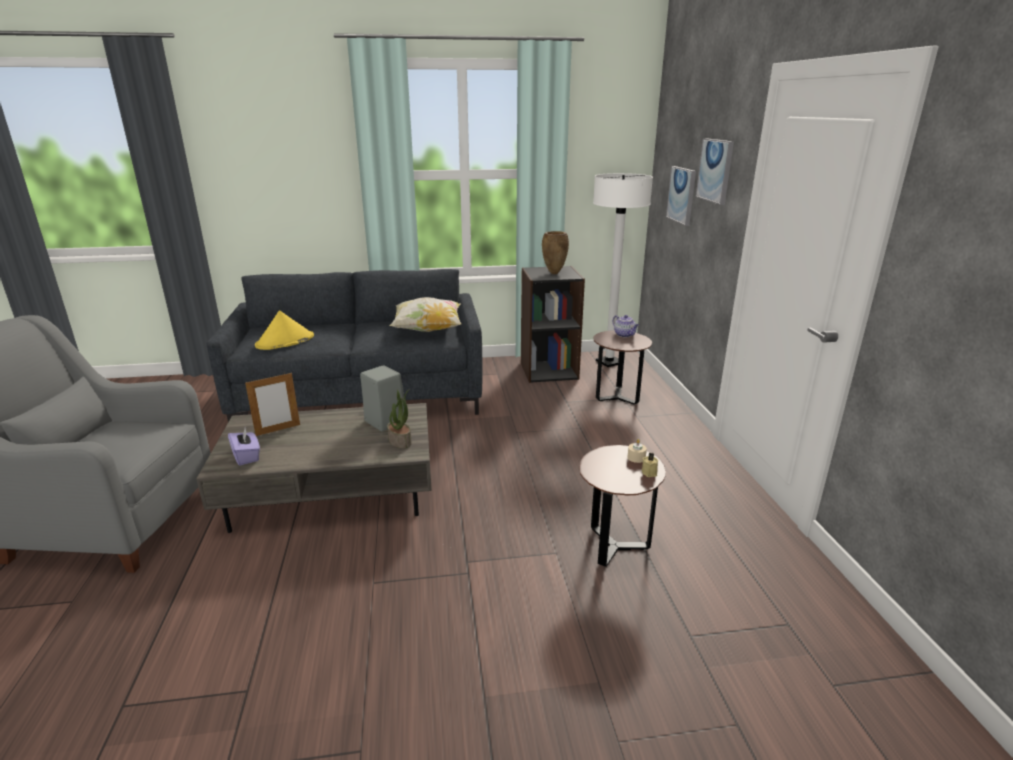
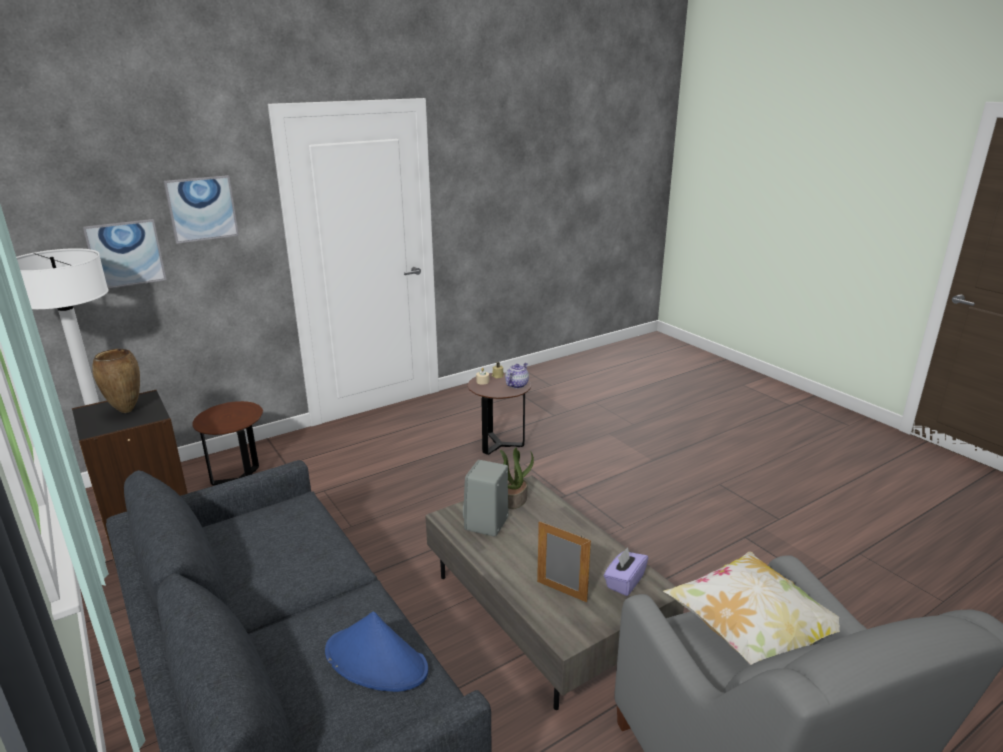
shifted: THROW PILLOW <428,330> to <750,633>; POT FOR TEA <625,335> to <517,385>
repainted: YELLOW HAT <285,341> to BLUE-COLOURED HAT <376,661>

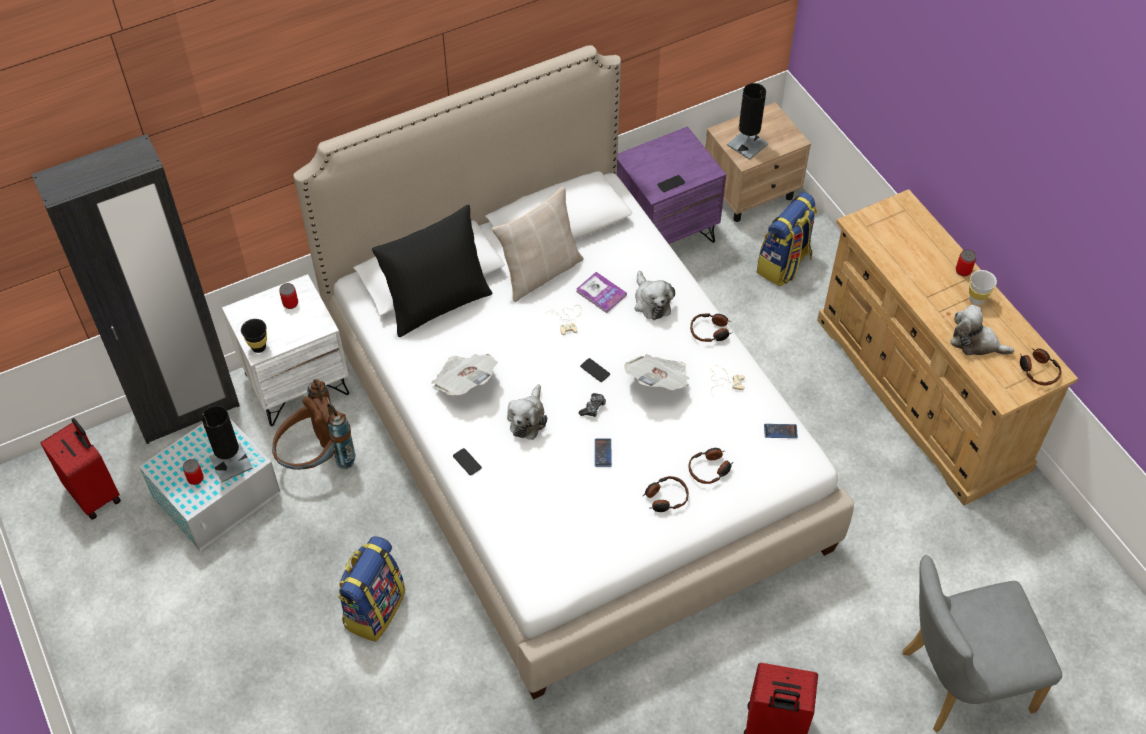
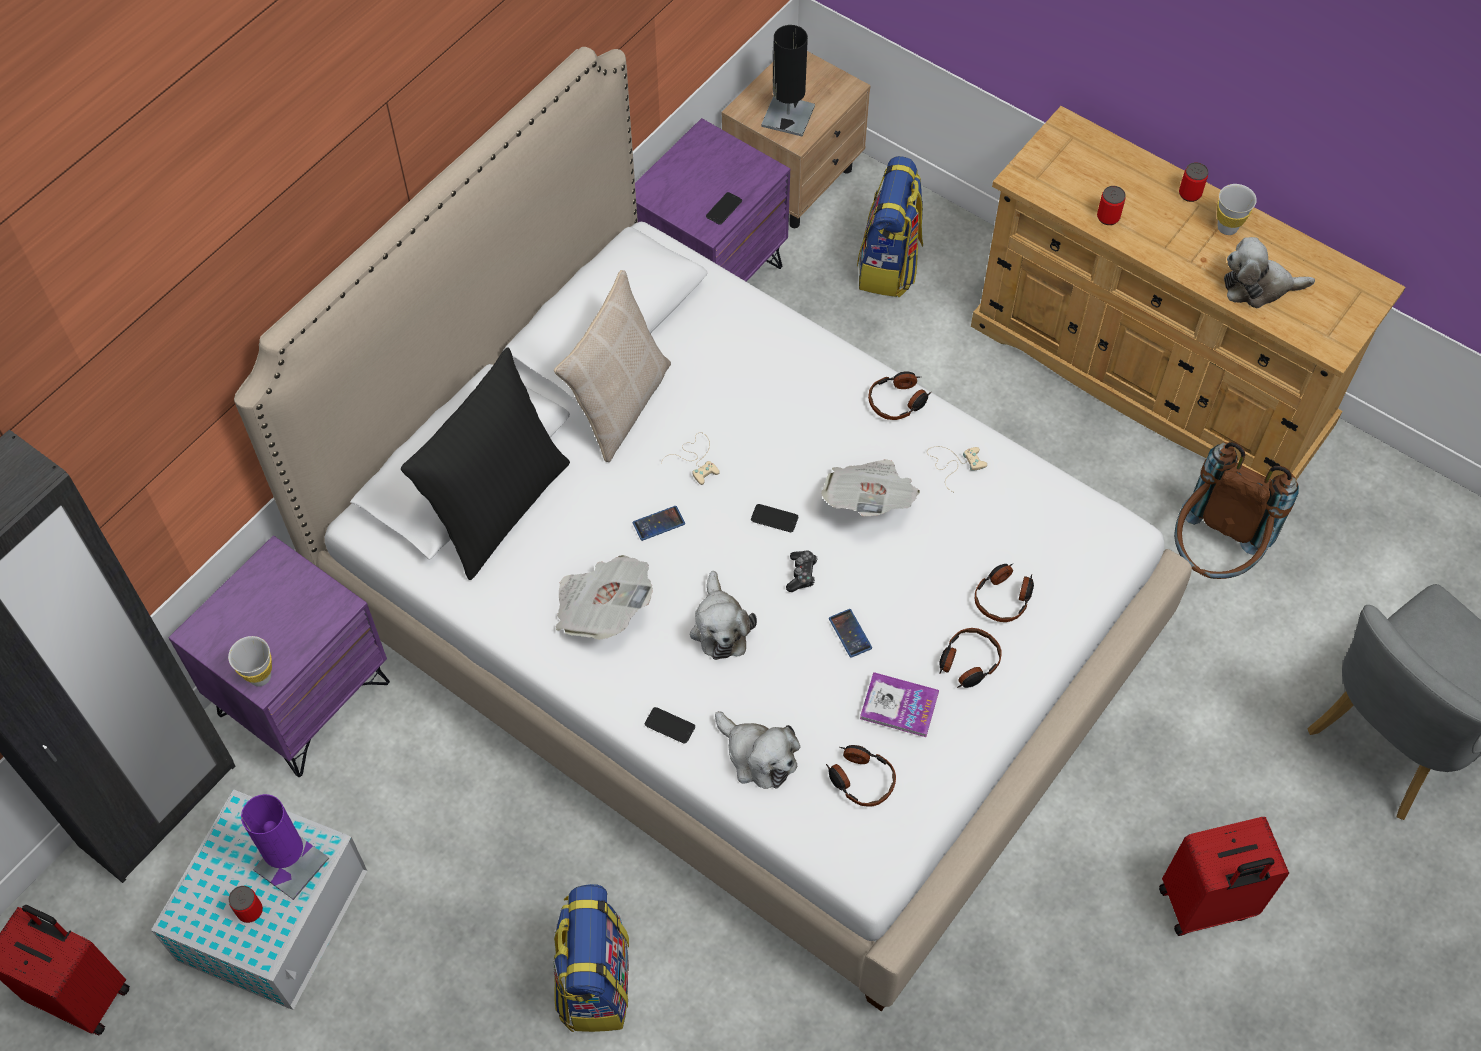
shifted: BROWN-COLOURED BACKPACK <316,460> to <1212,557>; SEALED CAN <290,303> to <1108,217>; BOUND BOOK <601,293> to <899,706>; SOFT TOY <651,302> to <758,756>; HANDSET <780,431> to <658,523>; PAIR OF HEADPHONES <1038,370> to <860,779>
repainted: BLACK TABLETOP LAMP <231,463> to PURPLISH TABLETOP LAMP <291,864>; WHITISH NIGHT TABLE <296,383> to PURPLISH NIGHT TABLE <303,697>; BLACK SMALL CUP <259,347> to WHITISH SMALL CUP <260,676>

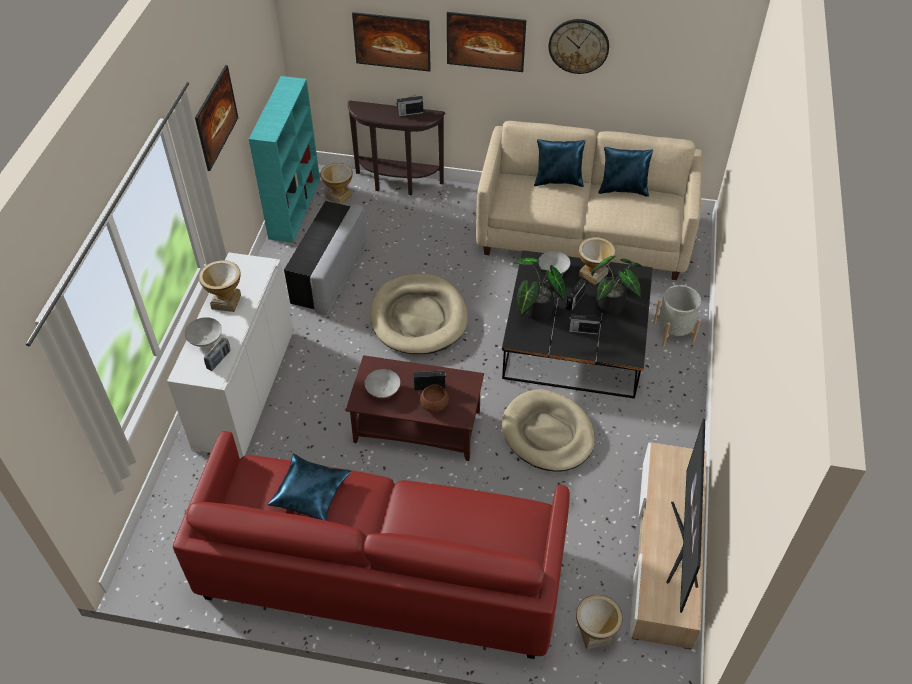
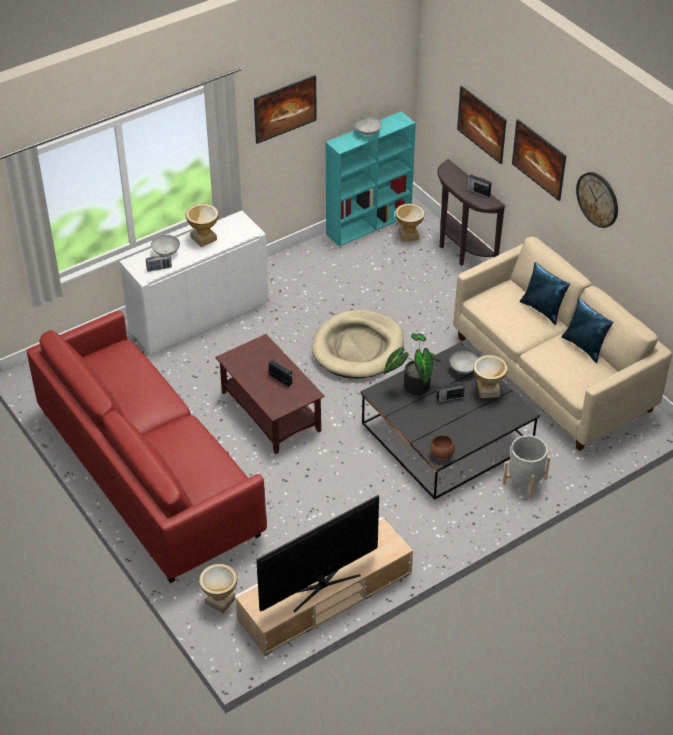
gone: BLUE-COLOURED THROW PILLOW <309,492>; GRAY POUFFE <329,273>; BEIGE DOG CUSHION <547,433>; RADIO <583,330>; PLANT IN A POT <613,304>
shifted: GRAY DEEP DISH <382,390> to <367,132>; BROWN-COLOURED DEEP DISH <434,405> to <441,453>

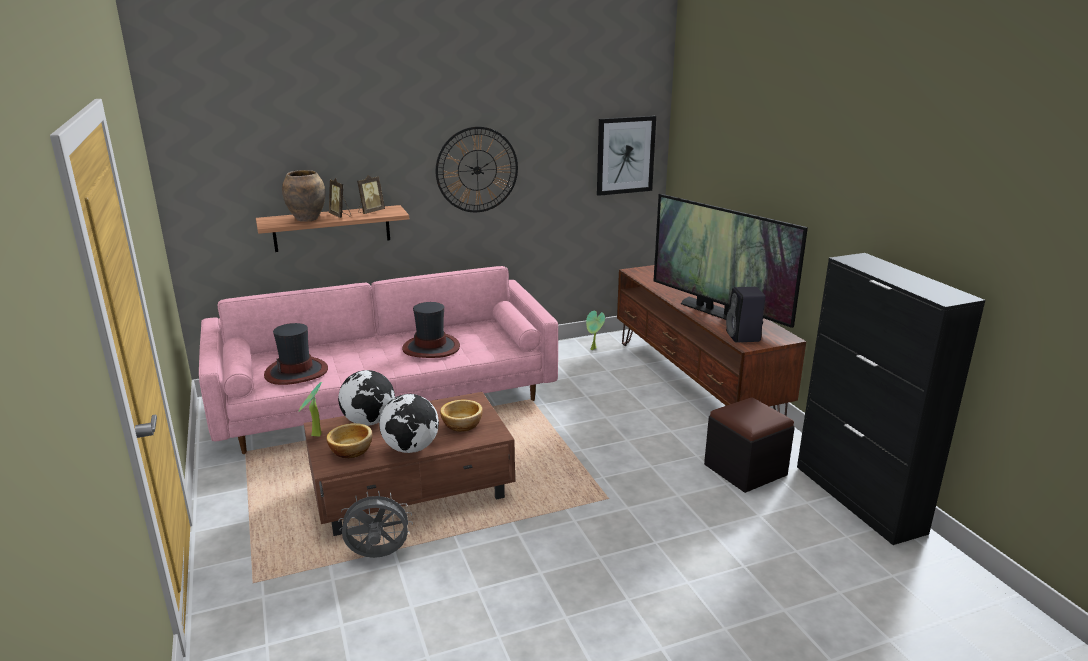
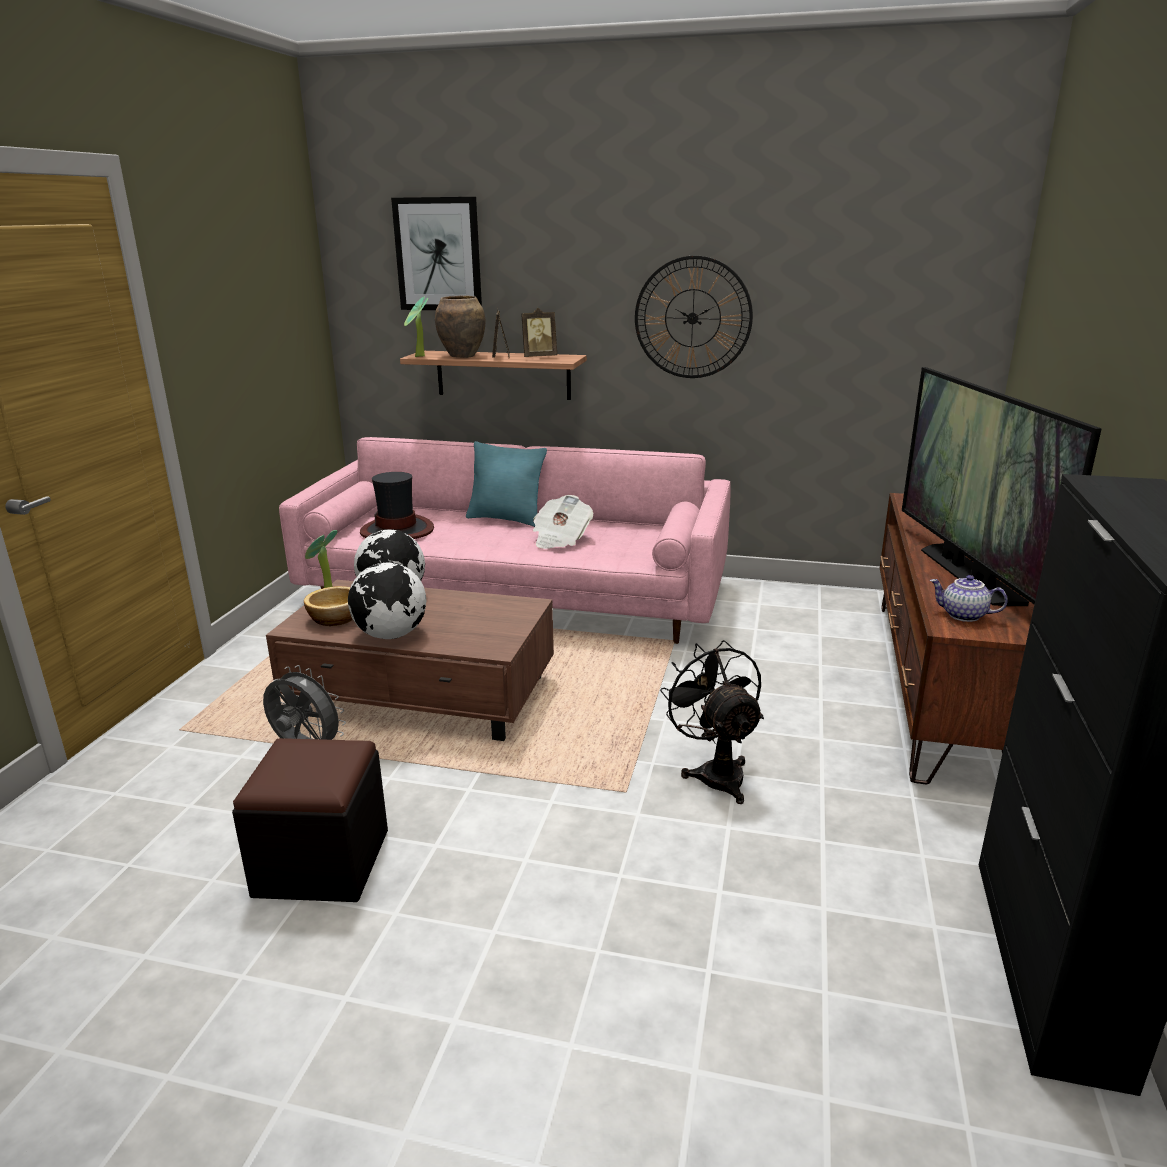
gone: DEEP DISH <463,424>
new: TURQUOISE THROW PILLOW <506,519>; BLACK FAN <715,772>
shifted: PLANT IN A POT <594,349> to <419,356>; WALL ART <625,155> to <438,254>; BLACK POUFFE <745,470> to <322,863>
swapped: HAT <431,347> to NEWSPAPER <560,539>; BLACK AUDIO SPEAKER <743,337> to POT FOR TEA <963,616>

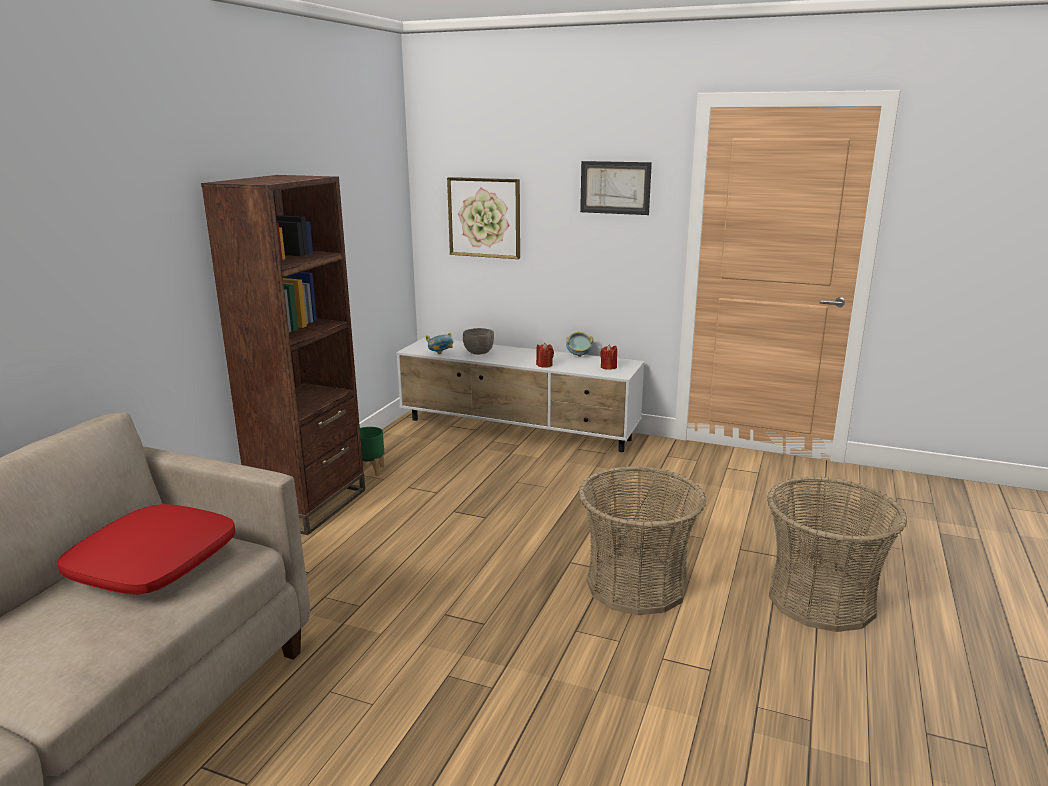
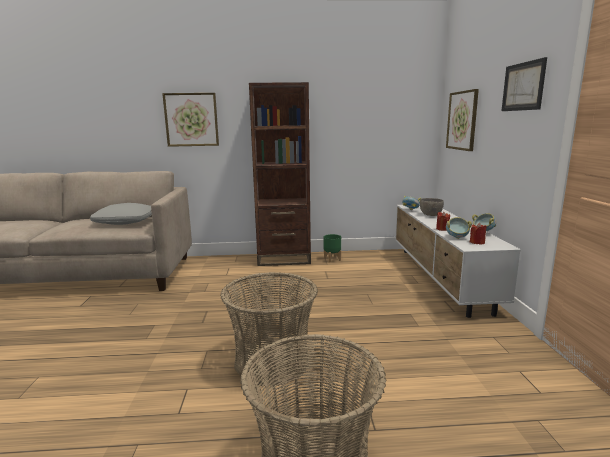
new: WALL ART <191,119>; DEEP DISH <456,238>
repainted: RED-COLOURED THROW PILLOW <153,563> to GRAY THROW PILLOW <125,221>

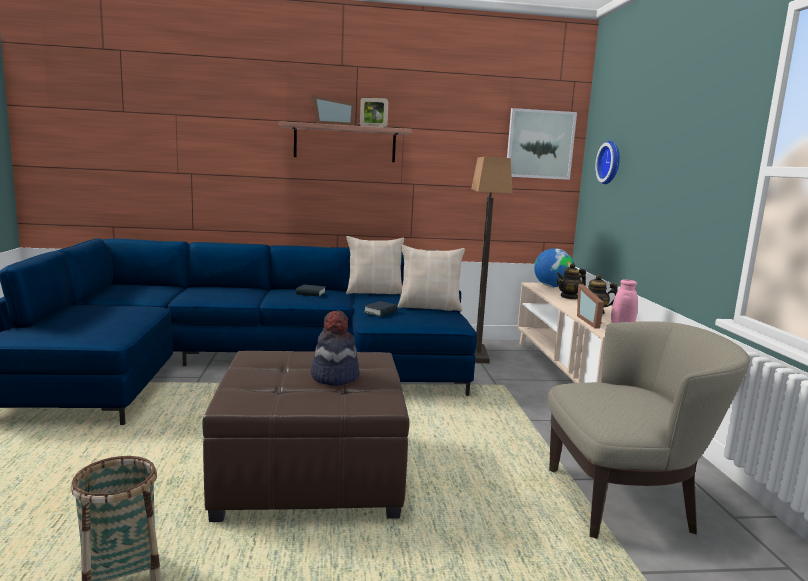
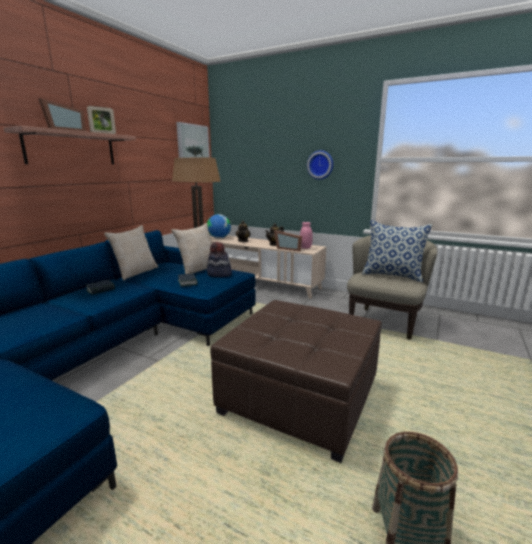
new: THROW PILLOW <392,275>
shifted: HAT <334,376> to <219,274>; WALL CLOCK <611,162> to <320,165>

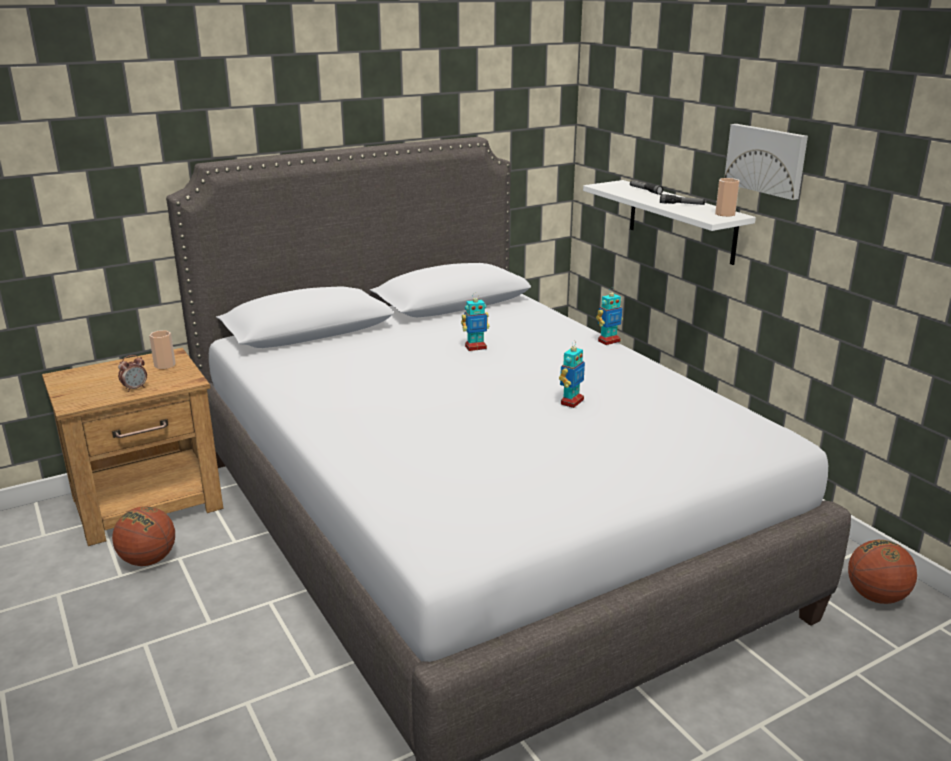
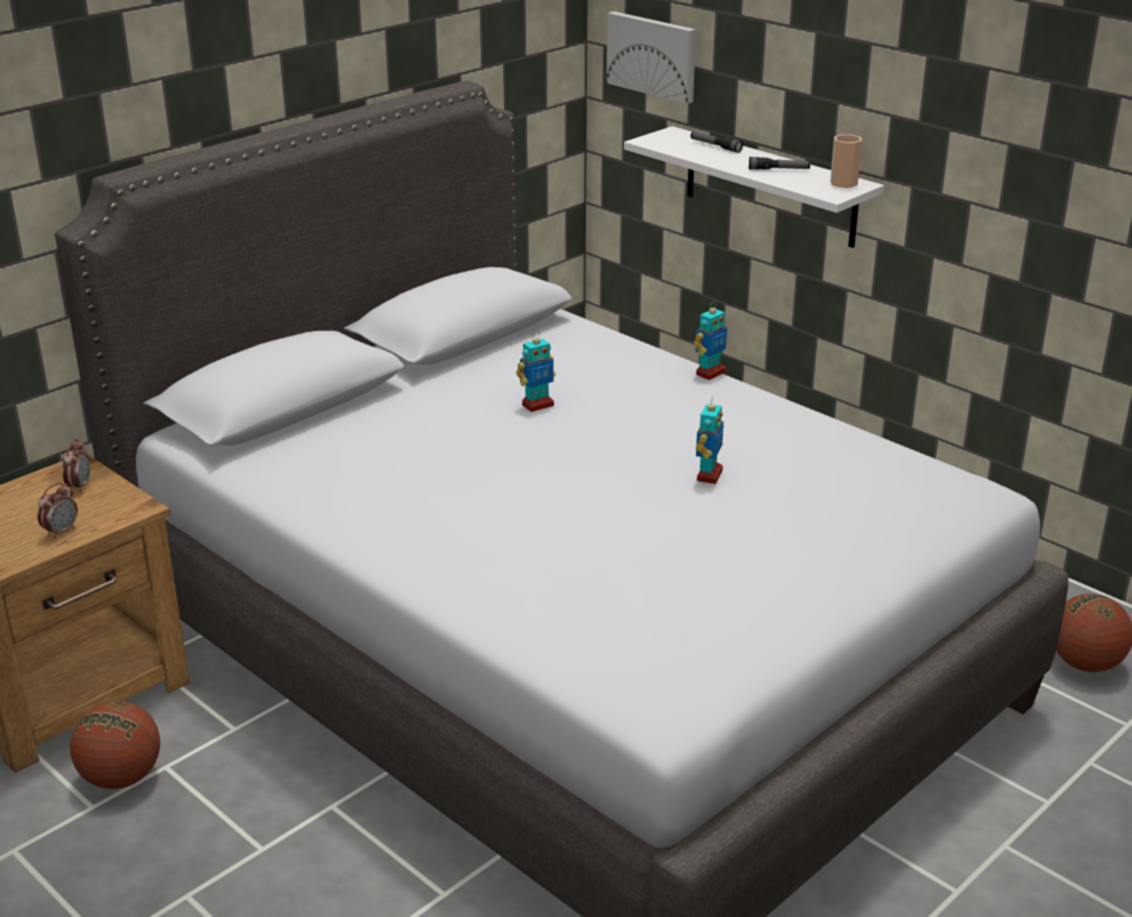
shifted: WALL ART <766,160> to <653,56>
swapped: SMALL CUP <165,365> to ALARM CLOCK <79,486>

